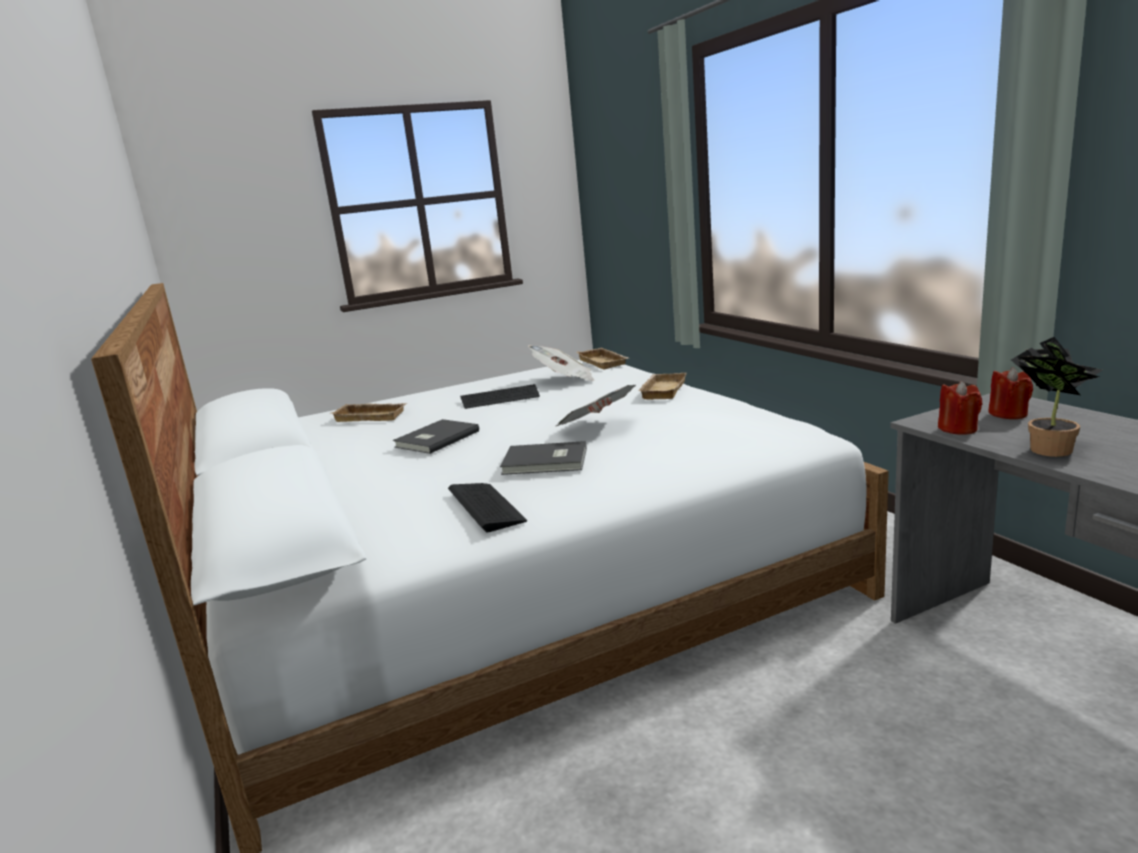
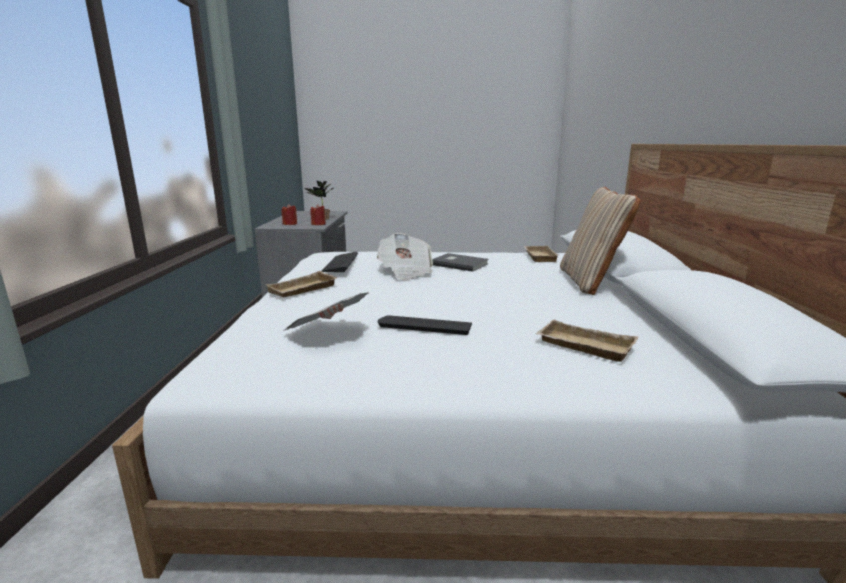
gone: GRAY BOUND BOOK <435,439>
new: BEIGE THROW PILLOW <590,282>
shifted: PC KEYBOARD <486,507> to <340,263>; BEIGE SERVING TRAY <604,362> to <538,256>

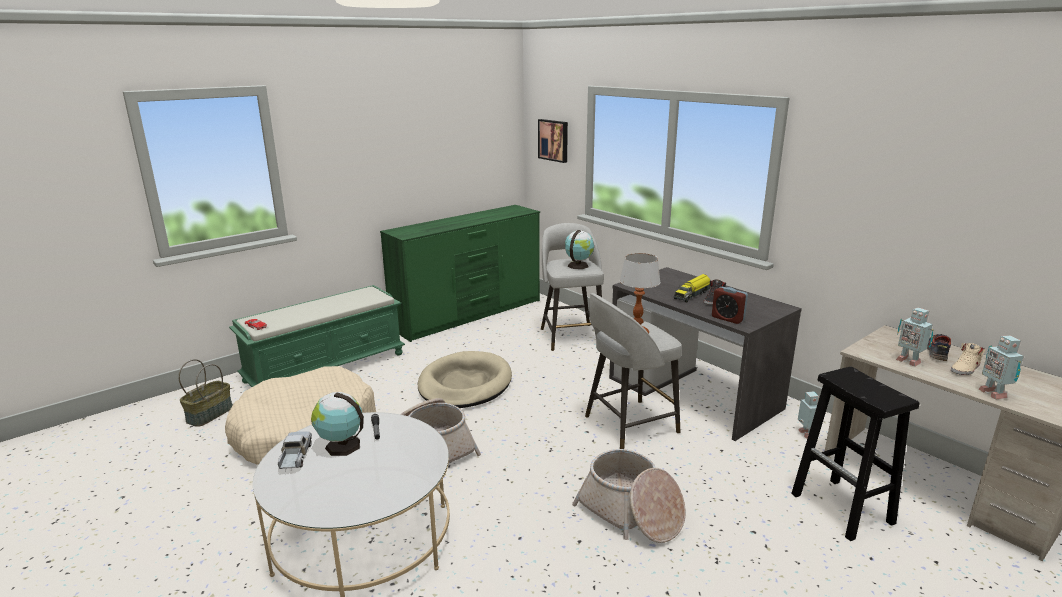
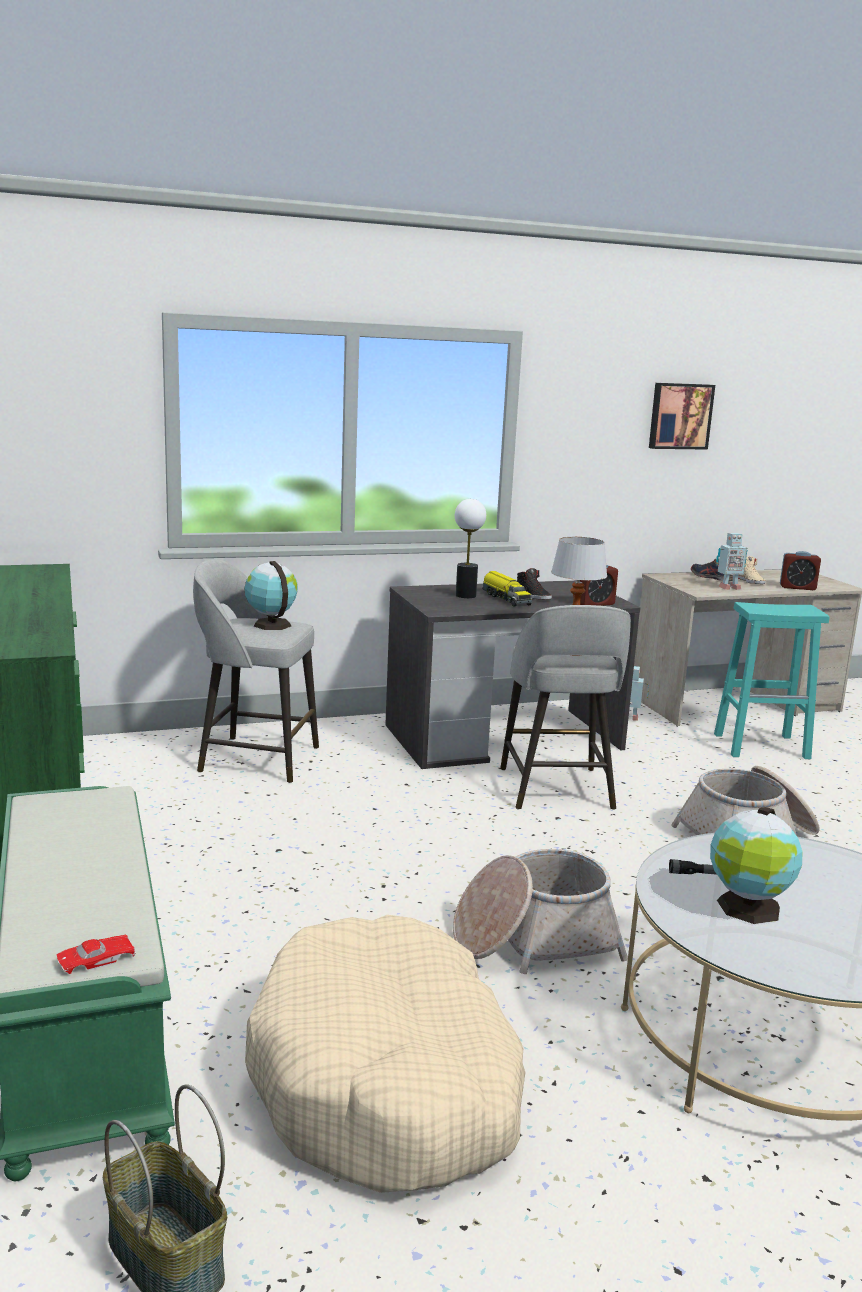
gone: TOY TRUCK <295,457>; BEIGE DOG CUSHION <465,384>
new: TABLETOP LAMP <465,596>
shifted: WALL ART <554,140> to <679,416>
swapped: ROBOT FIGURE <993,393> to ALARM CLOCK <797,587>
repainted: BLACK STOOL SEAT <843,509> to TURQUOISE STOOL SEAT <762,746>

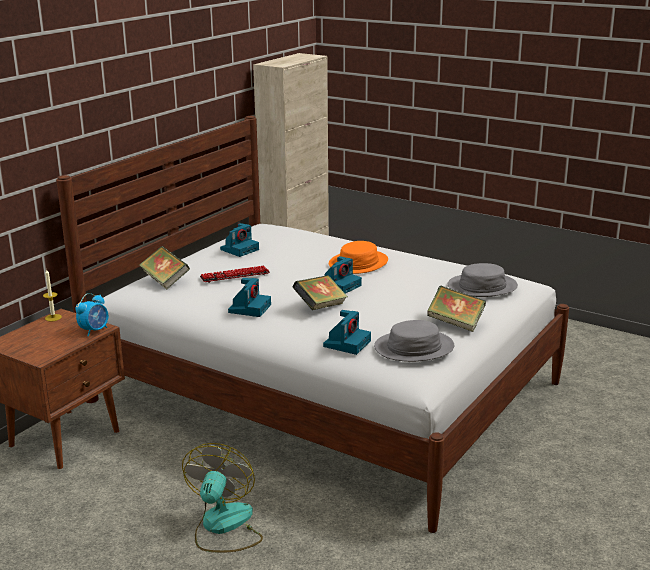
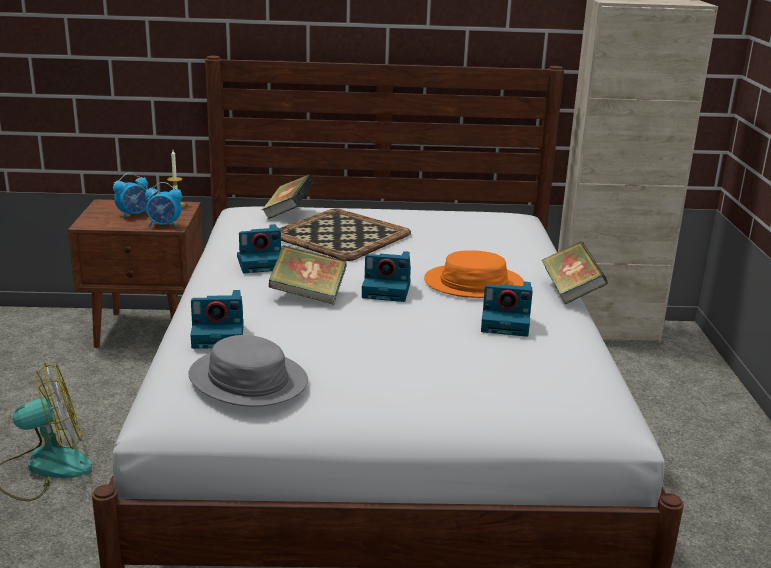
gone: GRAY HAT <482,286>
new: ALARM CLOCK <134,215>
shifted: STILL CAMERA <240,249> to <507,323>; BOUND BOOK <455,323> to <570,292>
swapped: PC KEYBOARD <235,275> to SERVING TRAY <339,235>

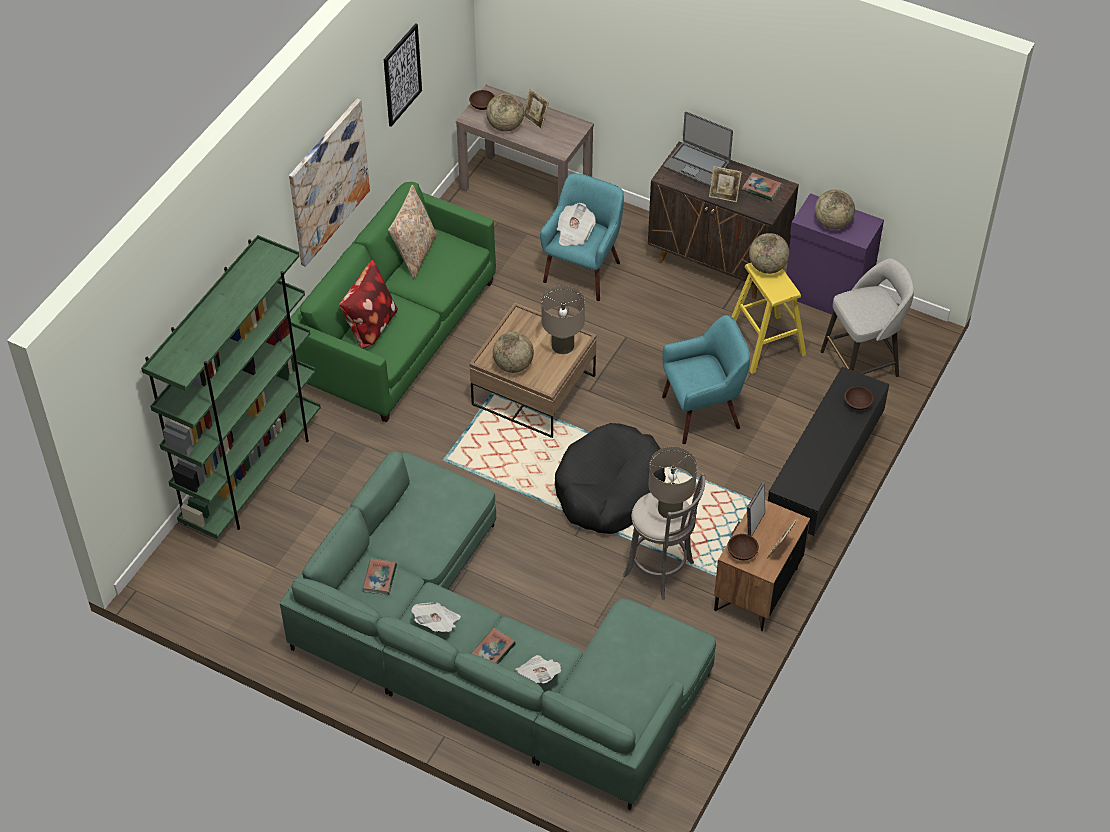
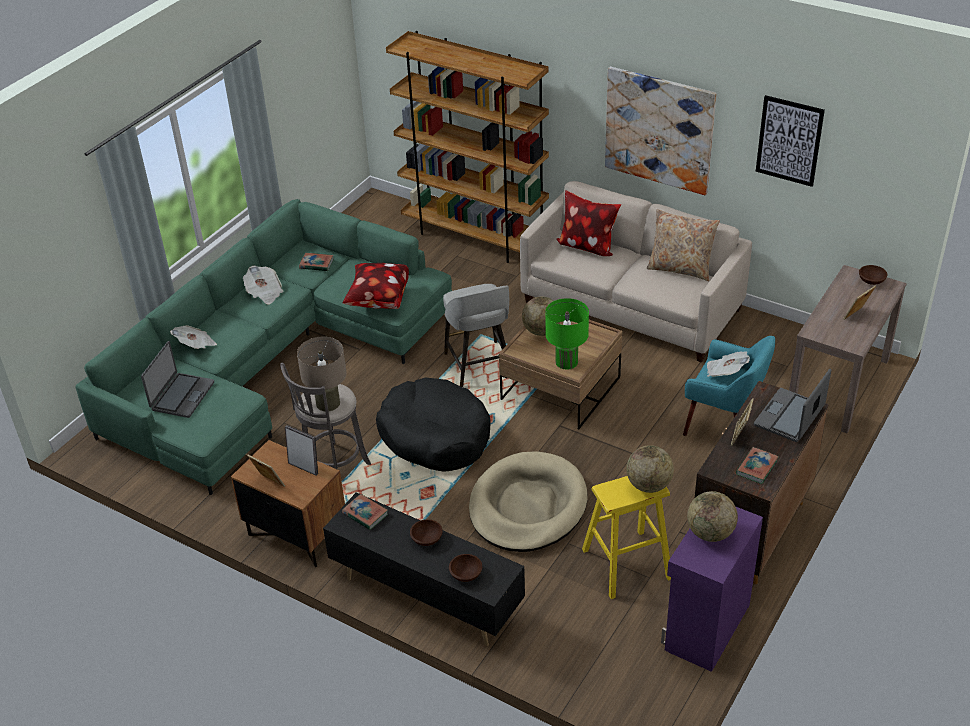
gone: DESK GLOBE <505,126>
new: LAPTOP <182,396>; THROW PILLOW <377,300>
shifted: BOUND BOOK <493,650> to <365,514>; BROWN-COLOURED DEEP DISH <742,552> to <427,539>; GRAY STOOL SEAT <862,363> to <479,366>
swapped: TURQUOISE EASY CHAIR <702,413> to BEIGE DOG CUSHION <527,506>
repainted: GREEN SHELVING UNIT <252,474> to BROWN-COLOURED SHELVING UNIT <475,237>; GREEN SETTEE <397,332> to BEIGE SETTEE <632,306>; BEIGE TABLETOP LAMP <563,345> to GREEN TABLETOP LAMP <566,362>

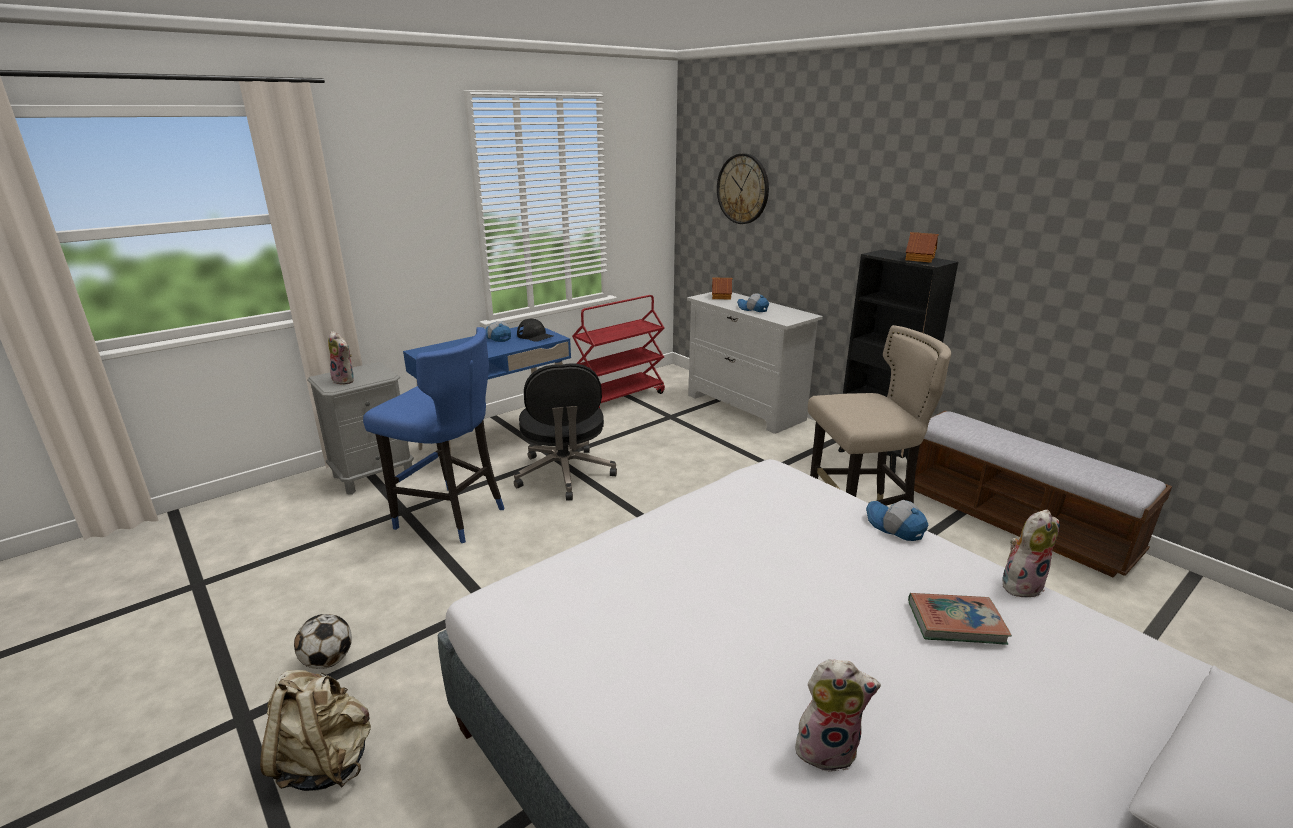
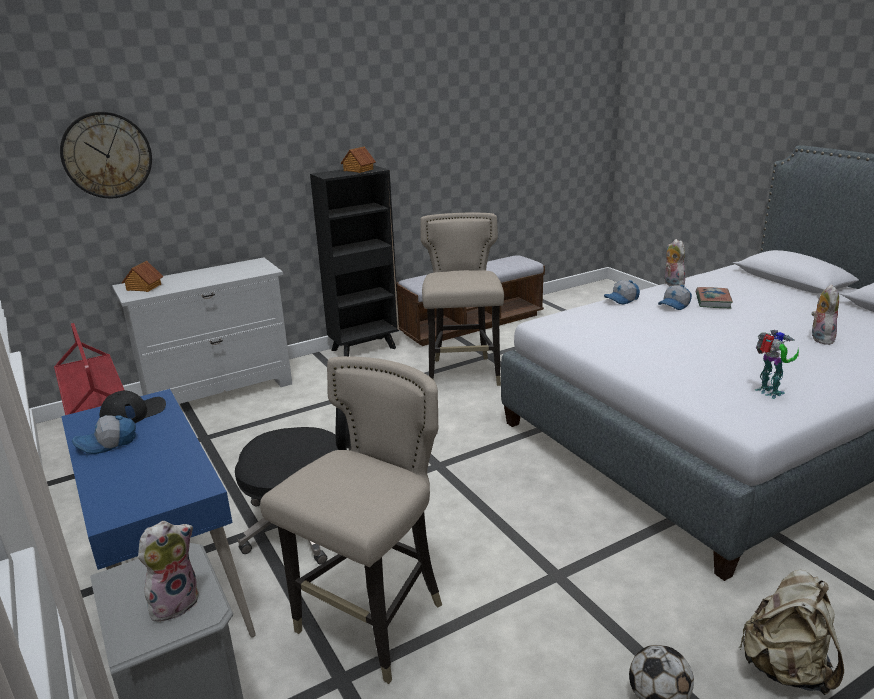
new: ROBOT FIGURE <769,393>
shifted: BASEBALL CAP <752,309> to <675,305>
repainted: BLUE-COLOURED STOOL SEAT <450,516> to BEIGE STOOL SEAT <372,623>

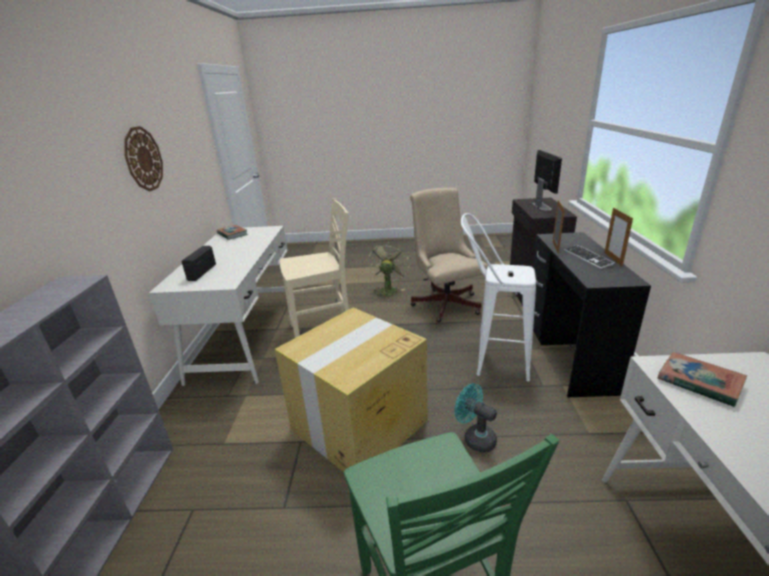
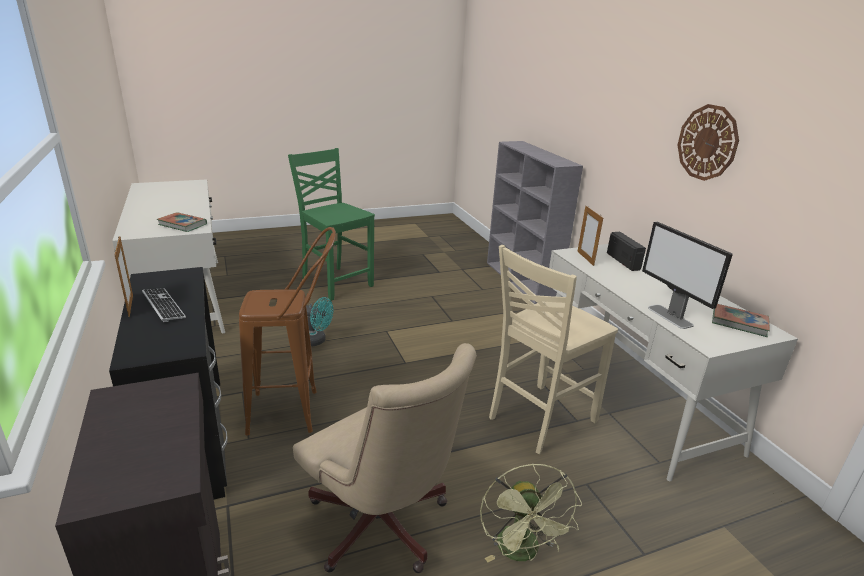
gone: CARTON <358,425>
shifted: COMPUTER SCREEN <541,206> to <670,316>; PICTURE FRAME <555,247> to <585,258>
repainted: WHITISH STOOL SEAT <492,361> to BROWN-COLOURED STOOL SEAT <296,412>

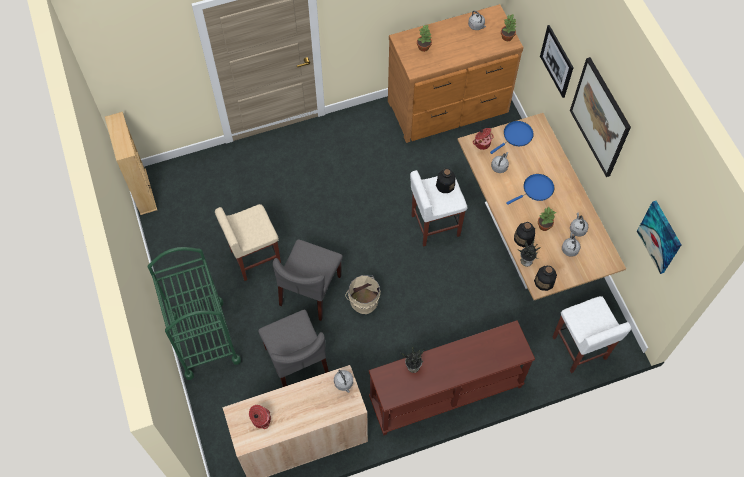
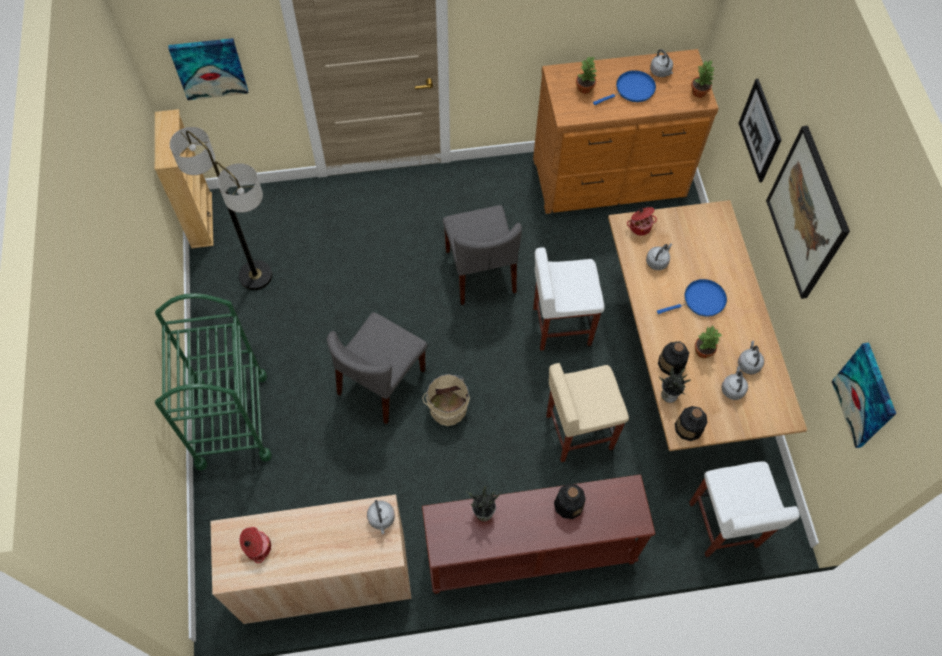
new: WALL ART <209,68>; STANDARD LAMP <255,276>
shifted: BEIGE STOOL SEAT <255,258> to <578,432>; GRAY CHAIR <297,362> to <480,272>; BOTTLE <445,185> to <568,504>; BLUE-COLOURED SKILLET <516,136> to <632,90>

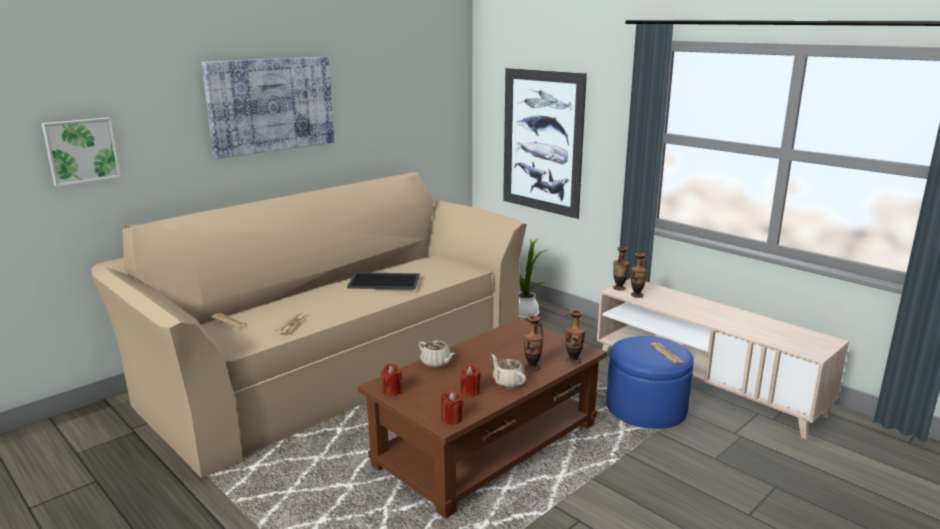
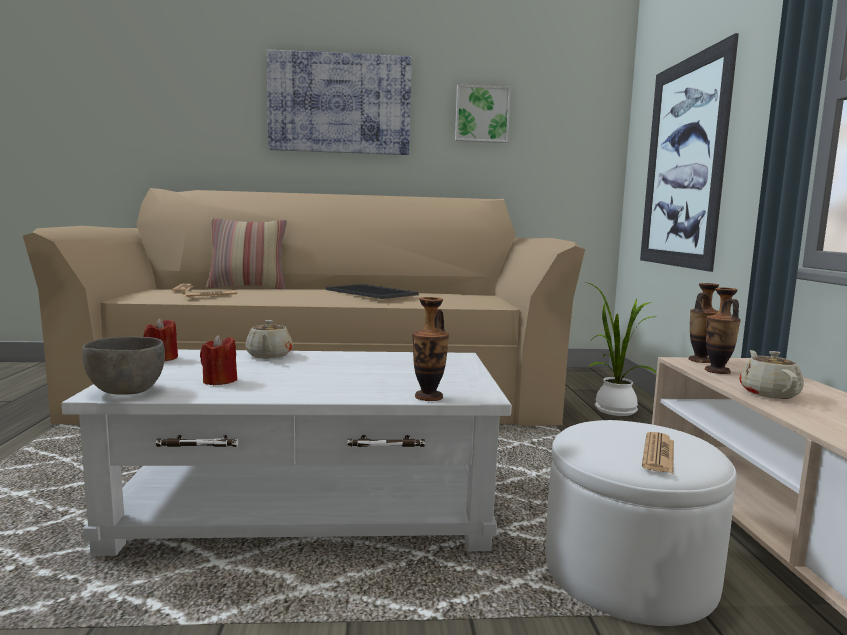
gone: VASE <532,367>
new: THROW PILLOW <248,288>
shifted: WALL ART <81,150> to <482,114>; BEIGE POT FOR TEA <508,382> to <768,393>
swapped: RED-COLOURED WAX LIGHT <452,418> to GRAY DEEP DISH <126,391>
repainted: BROWN-COLOURED LOUNGE TABLE <488,444> to WHITISH LOUNGE TABLE <309,508>; BLUE-COLOURED POUFFE <646,408> to WHITISH POUFFE <628,571>

